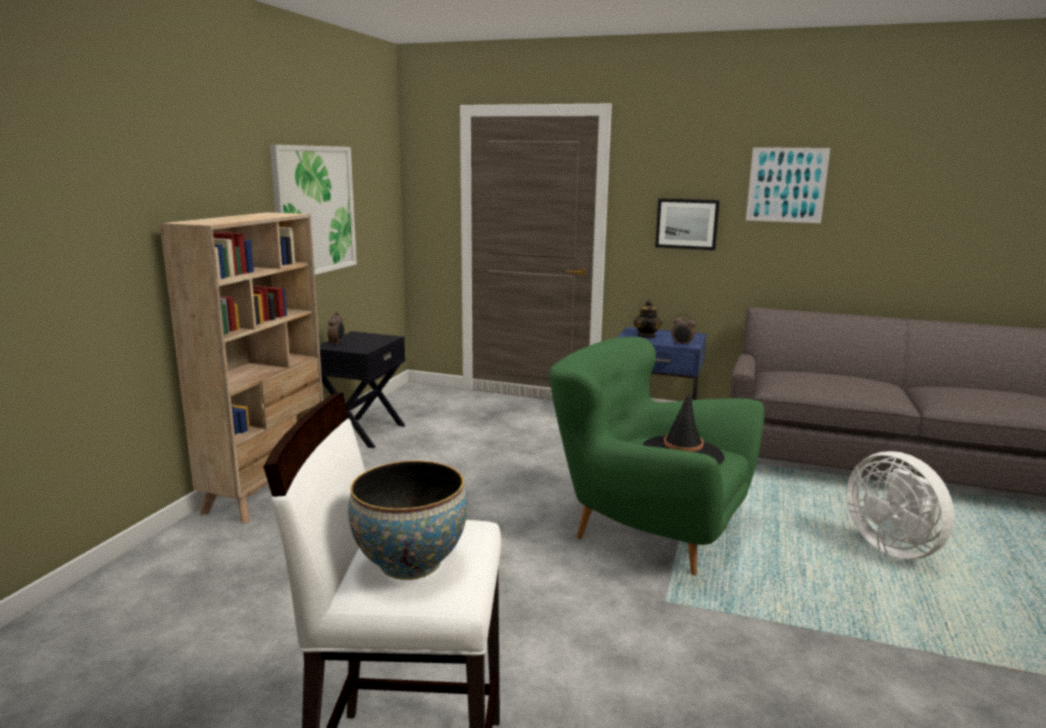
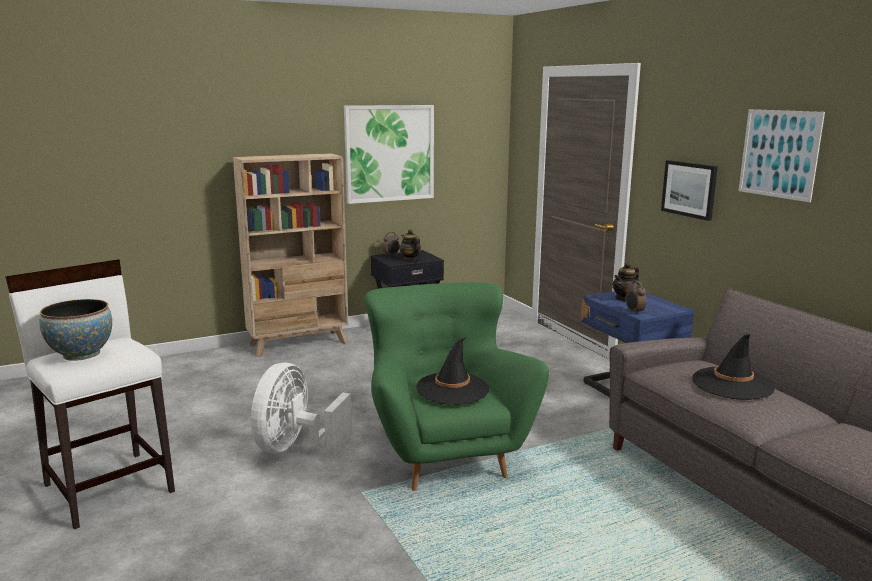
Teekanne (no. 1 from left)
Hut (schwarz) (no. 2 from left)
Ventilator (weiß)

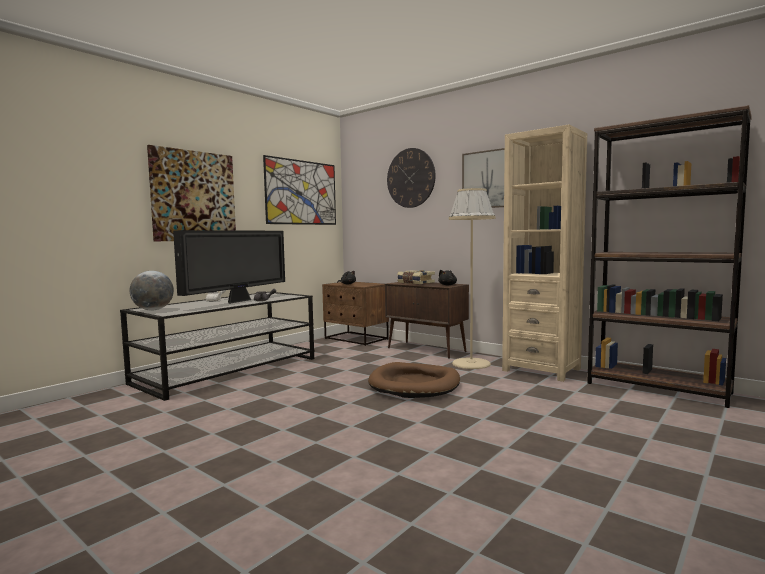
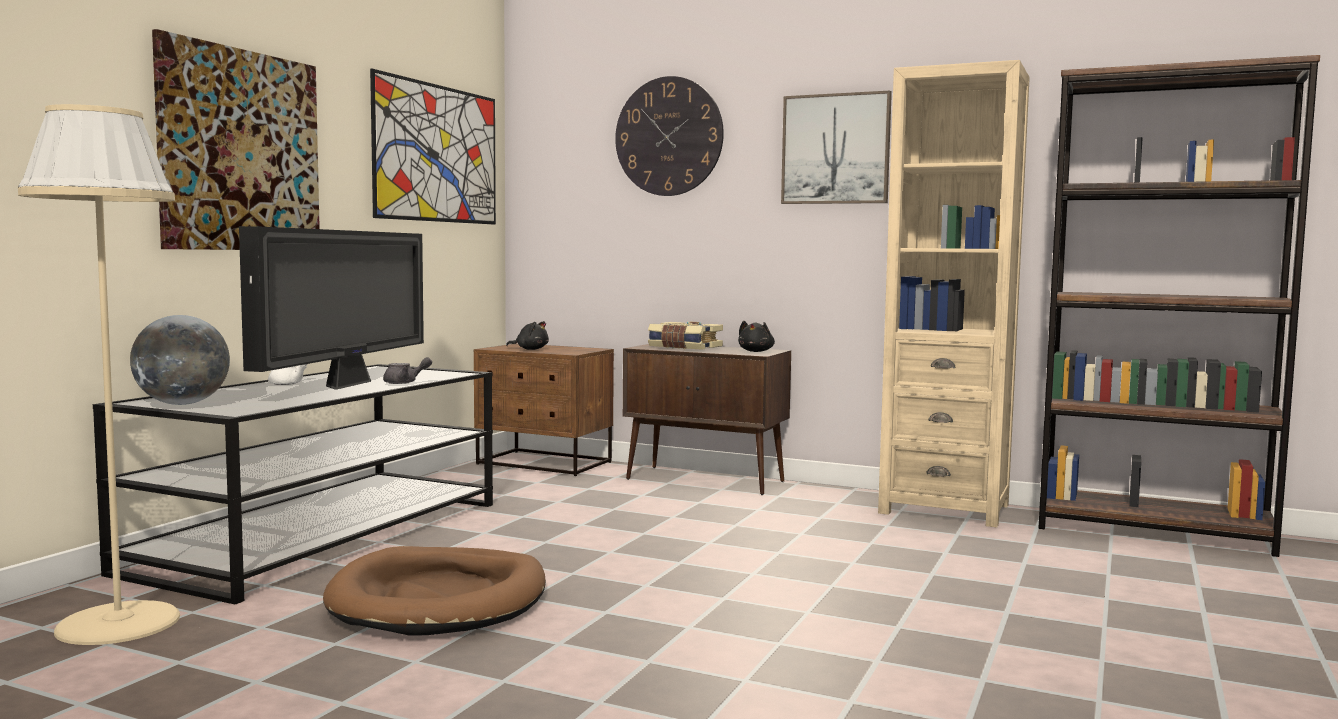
Hundebett (braun)
Stehlampe (beige)

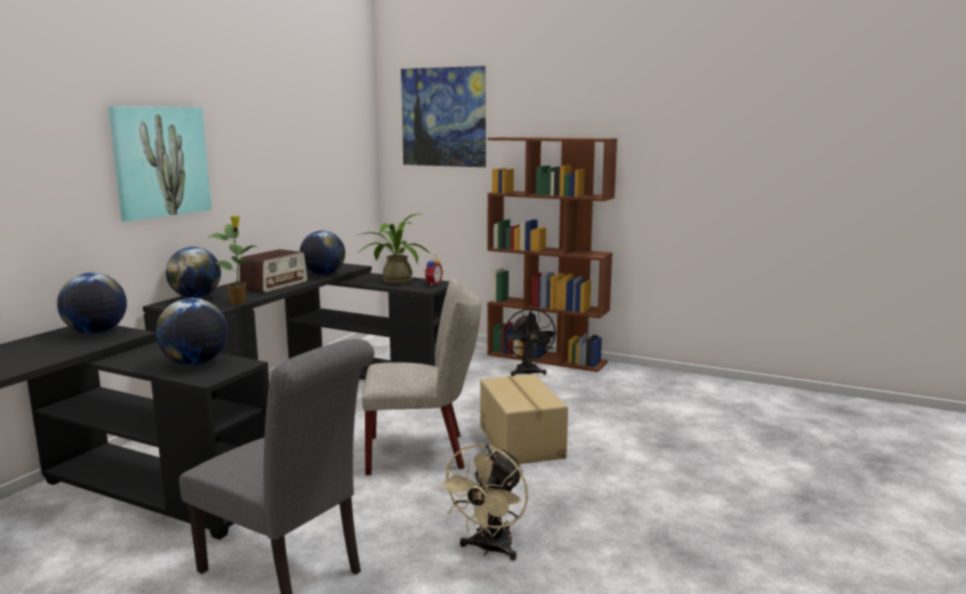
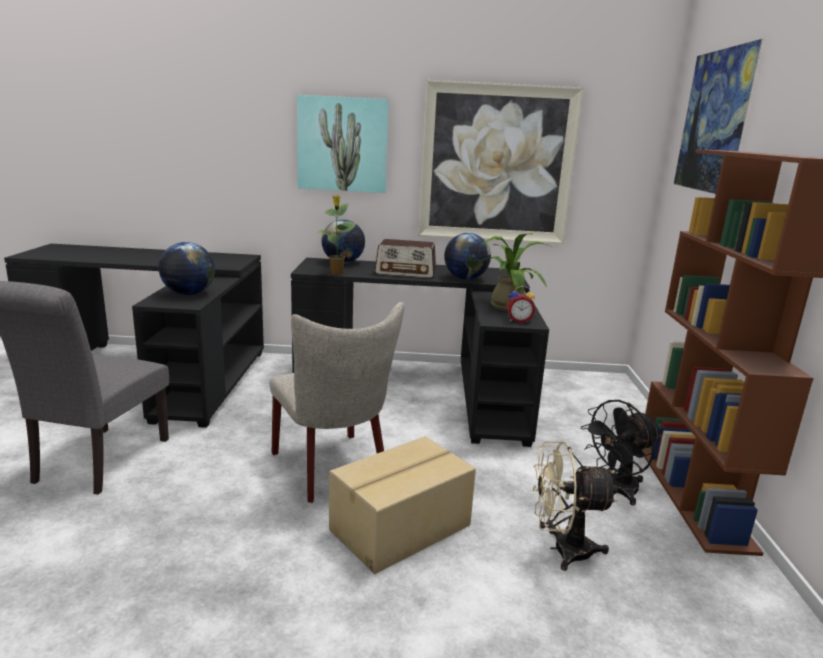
Globus (no. 1 from left in the first image)
Bild (no. 2 from left)
Ventilator (beige)

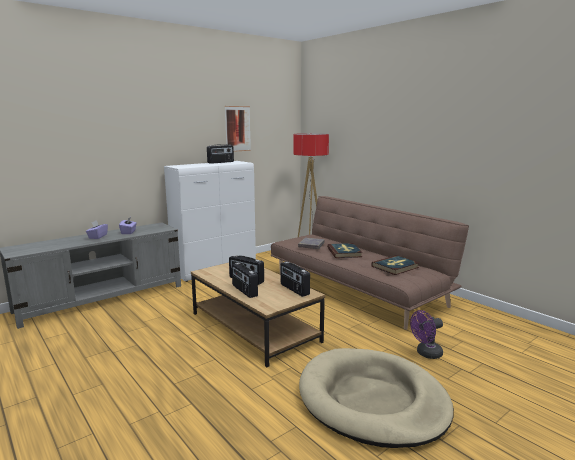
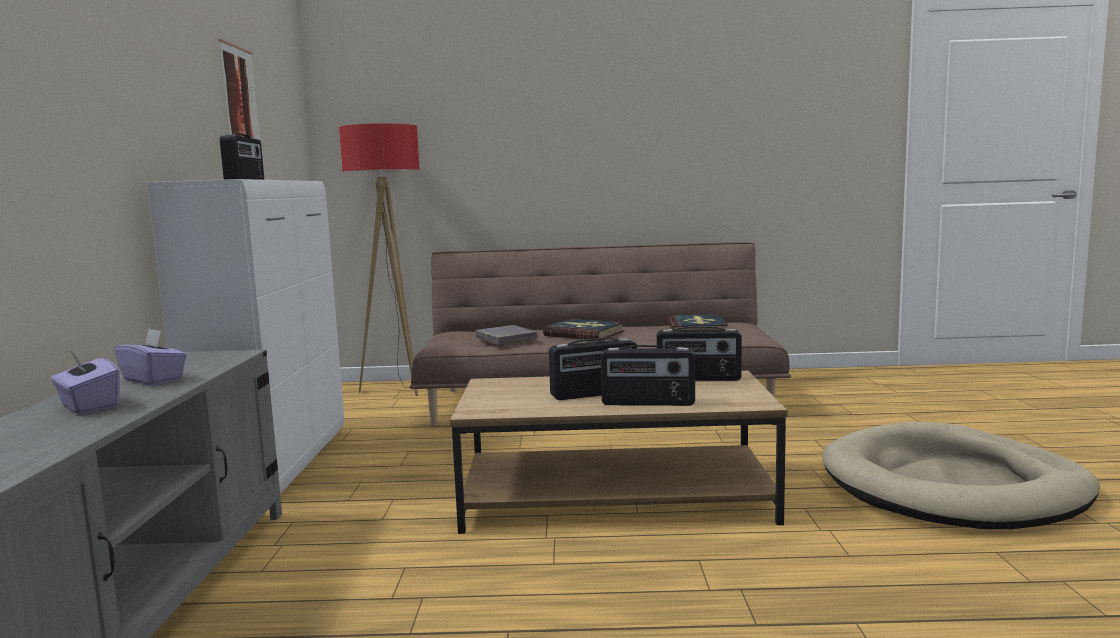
Ventilator (lila)

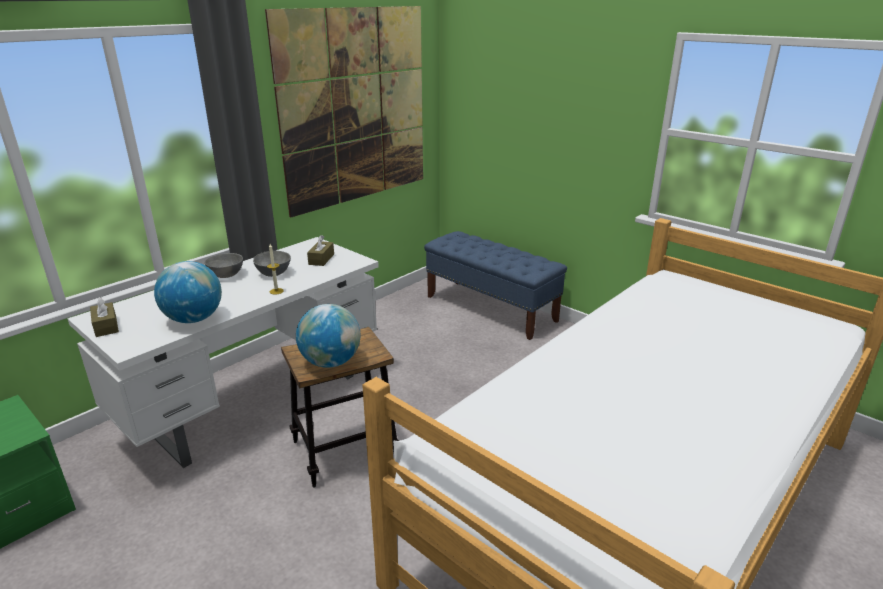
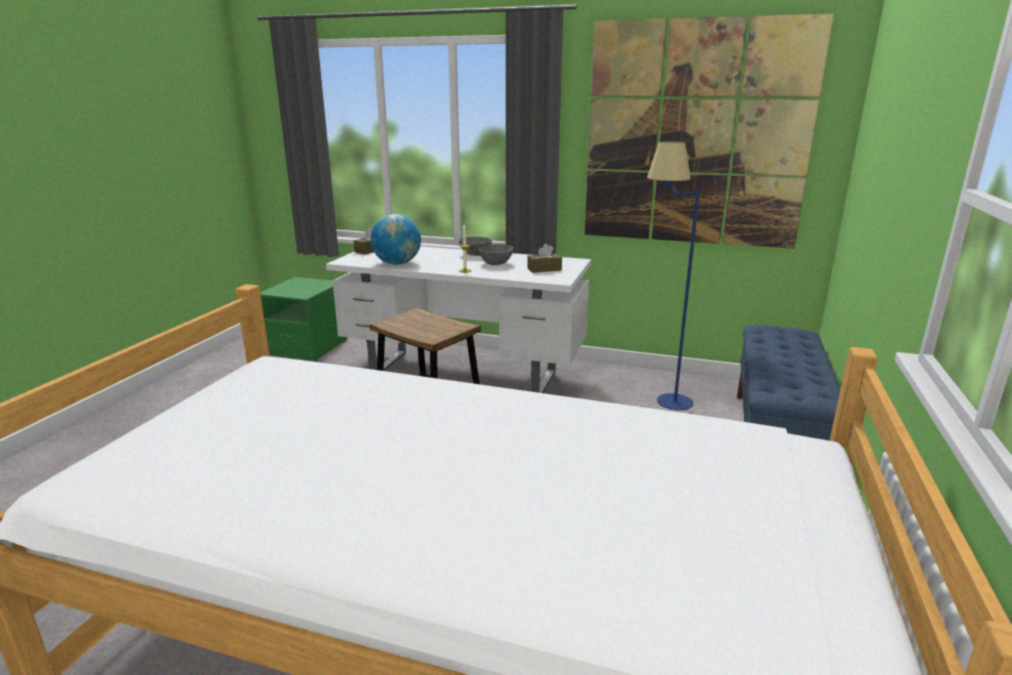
Globus (no. 2 from left in the first image)
Stehlampe (blau)

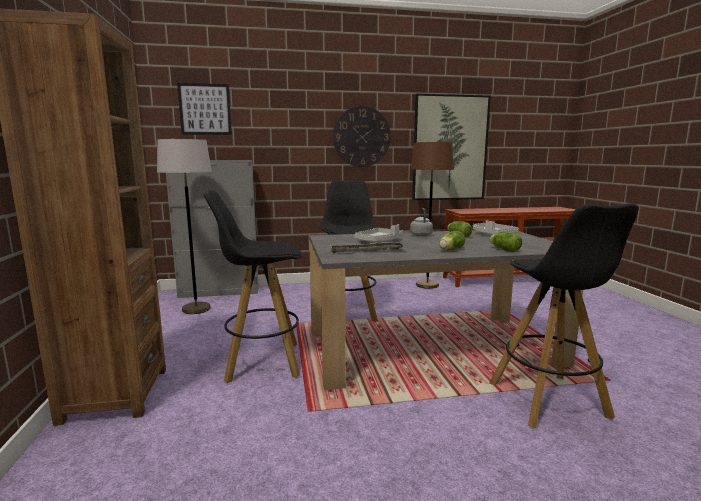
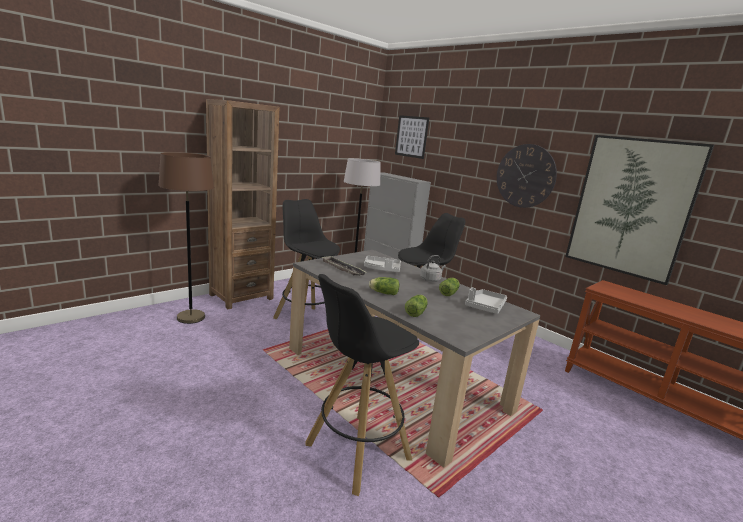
Stehlampe (braun)

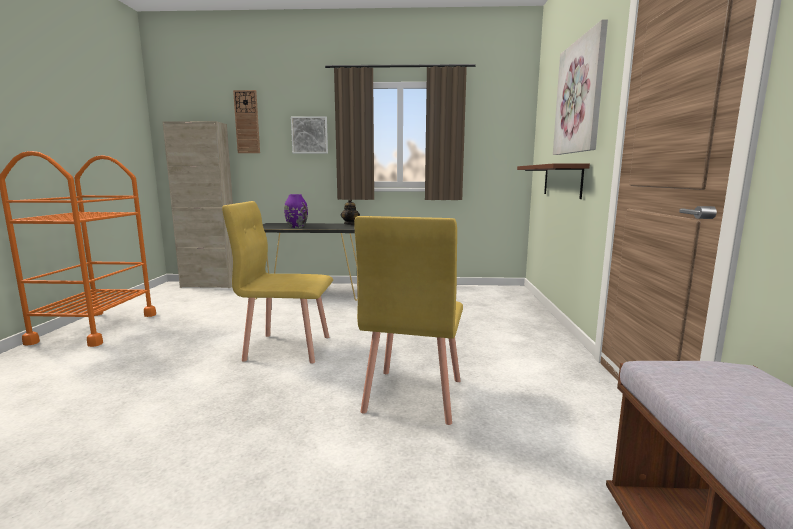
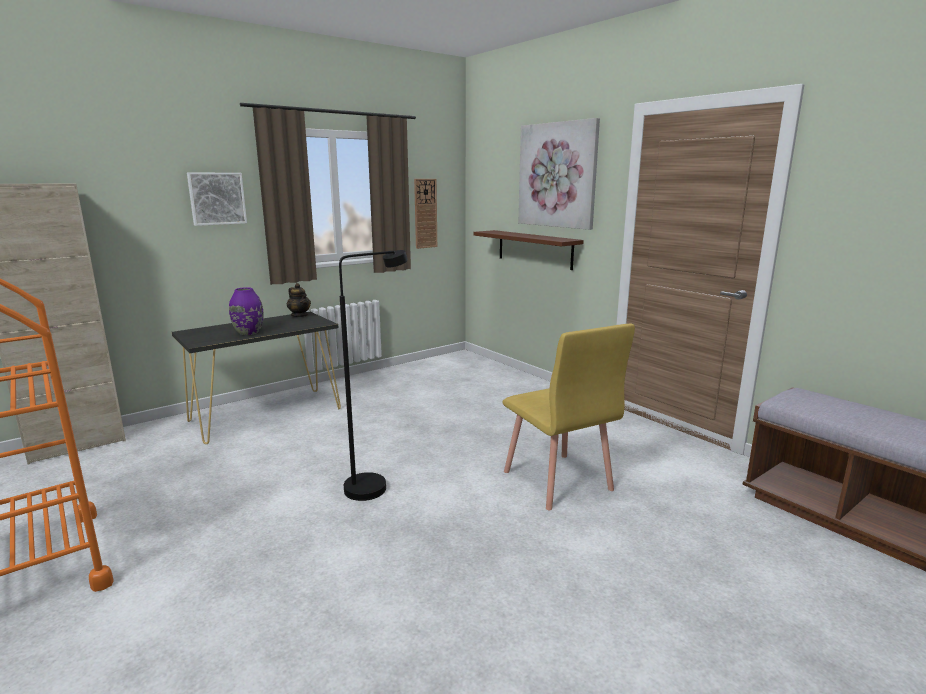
Wanduhr
Stehlampe (schwarz)

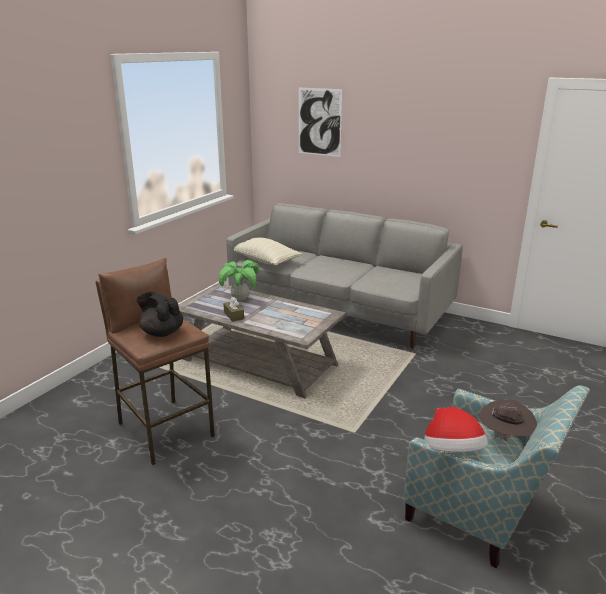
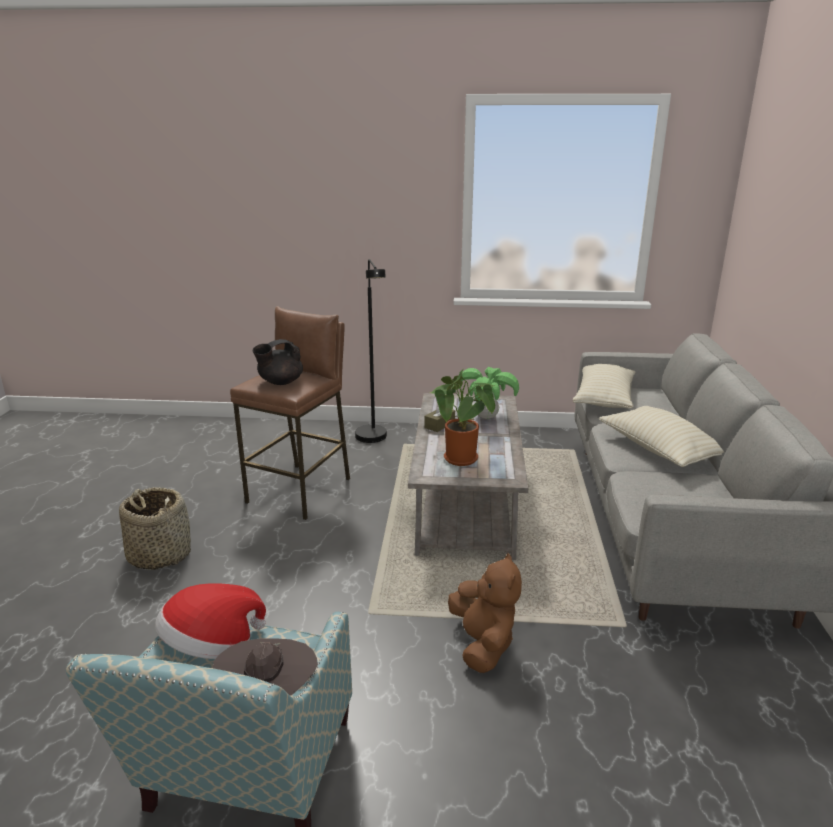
Bild
Korb
Stehlampe (schwarz)
Topfpflanze (no. 1 from left)
Plüschtier (braun)
Kissen (beige) (no. 2 from left)
Teekanne (schwarz)

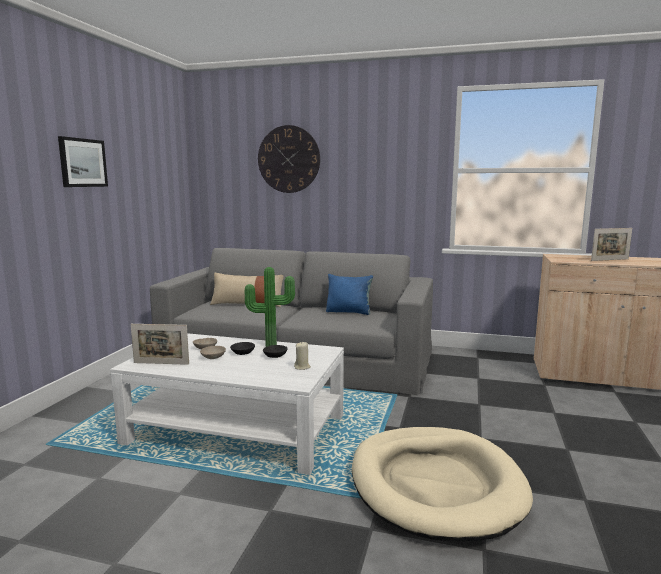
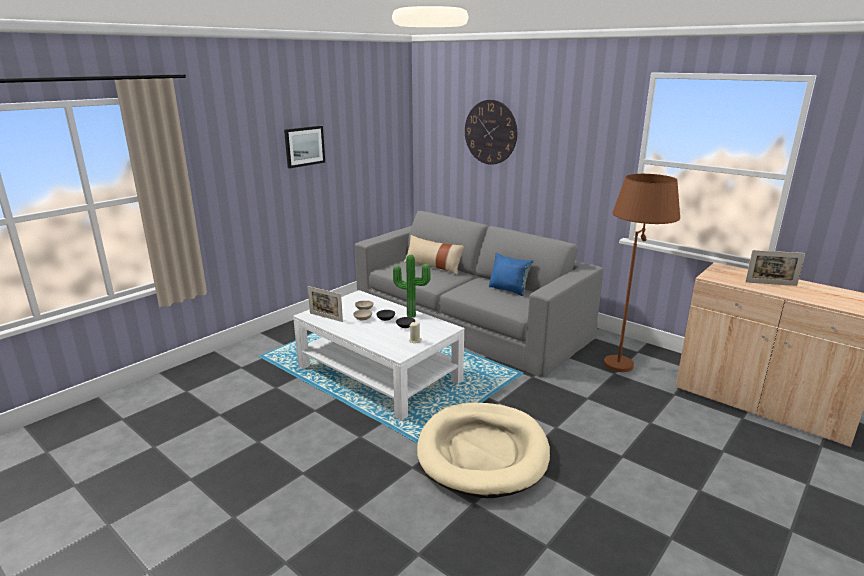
Stehlampe (braun)

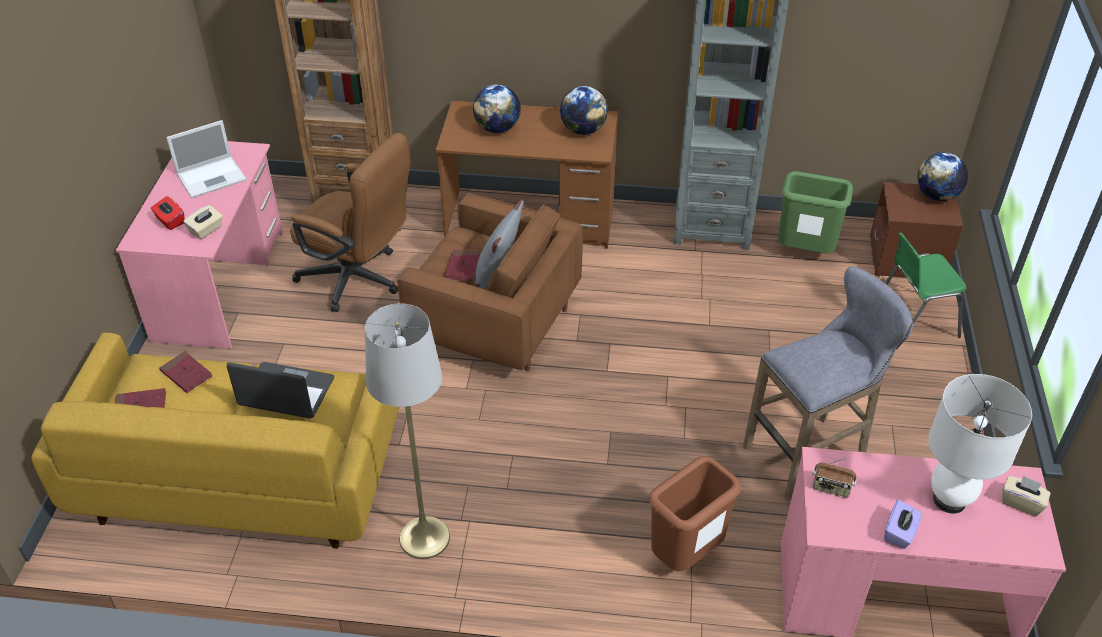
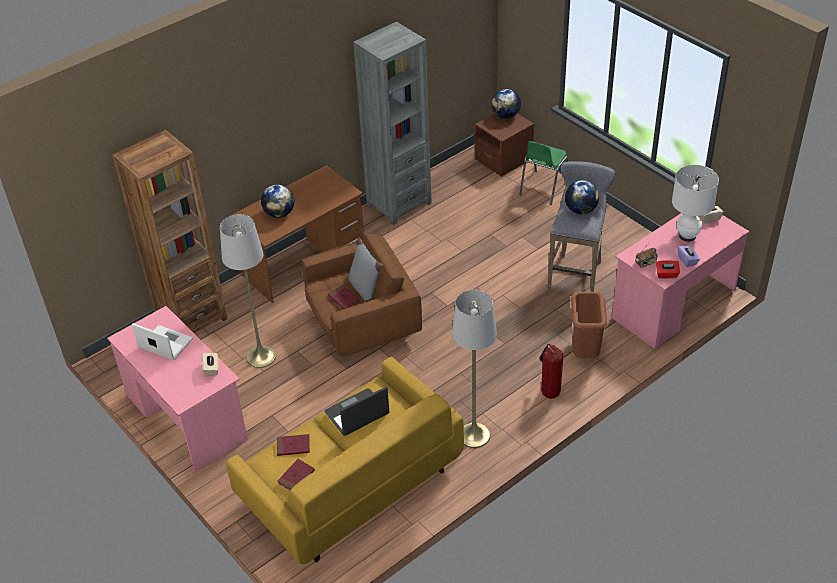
Mülleimer (grün)
Feuerlöscher
Taschentuchbox (rot)
Globus (no. 3 from left)
Stehlampe (grau) (no. 1 from left)
Laptop (no. 1 from left)

